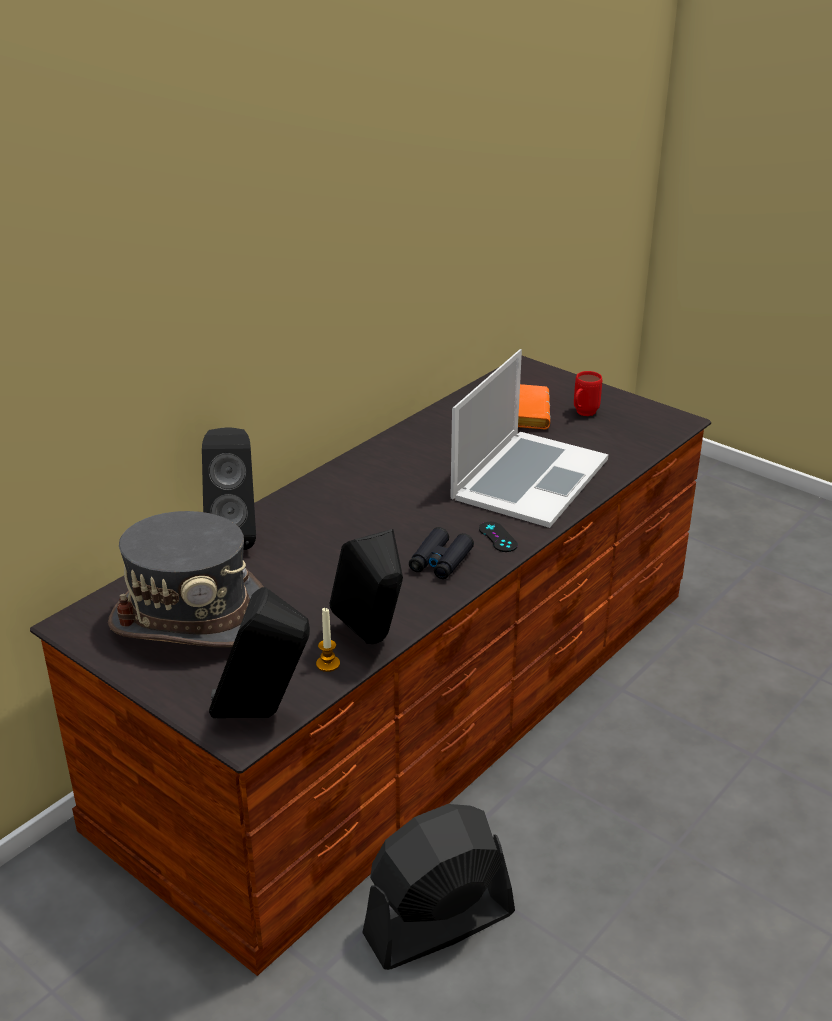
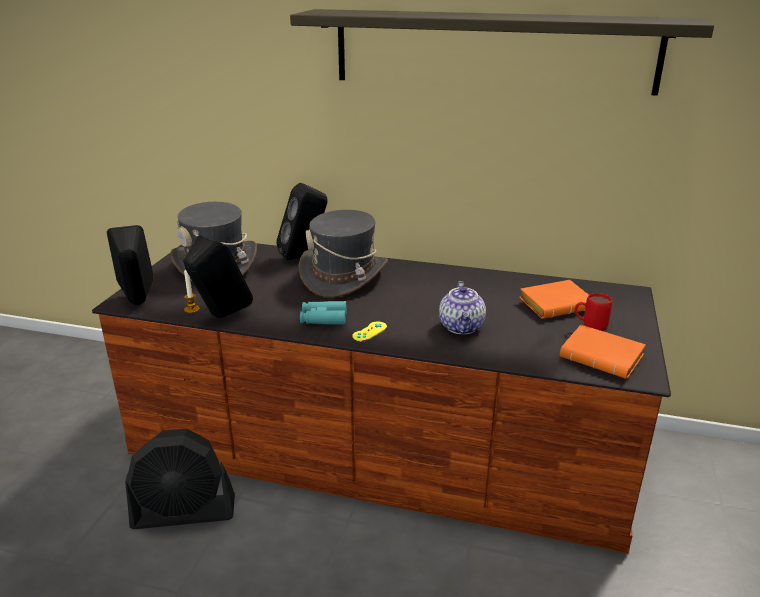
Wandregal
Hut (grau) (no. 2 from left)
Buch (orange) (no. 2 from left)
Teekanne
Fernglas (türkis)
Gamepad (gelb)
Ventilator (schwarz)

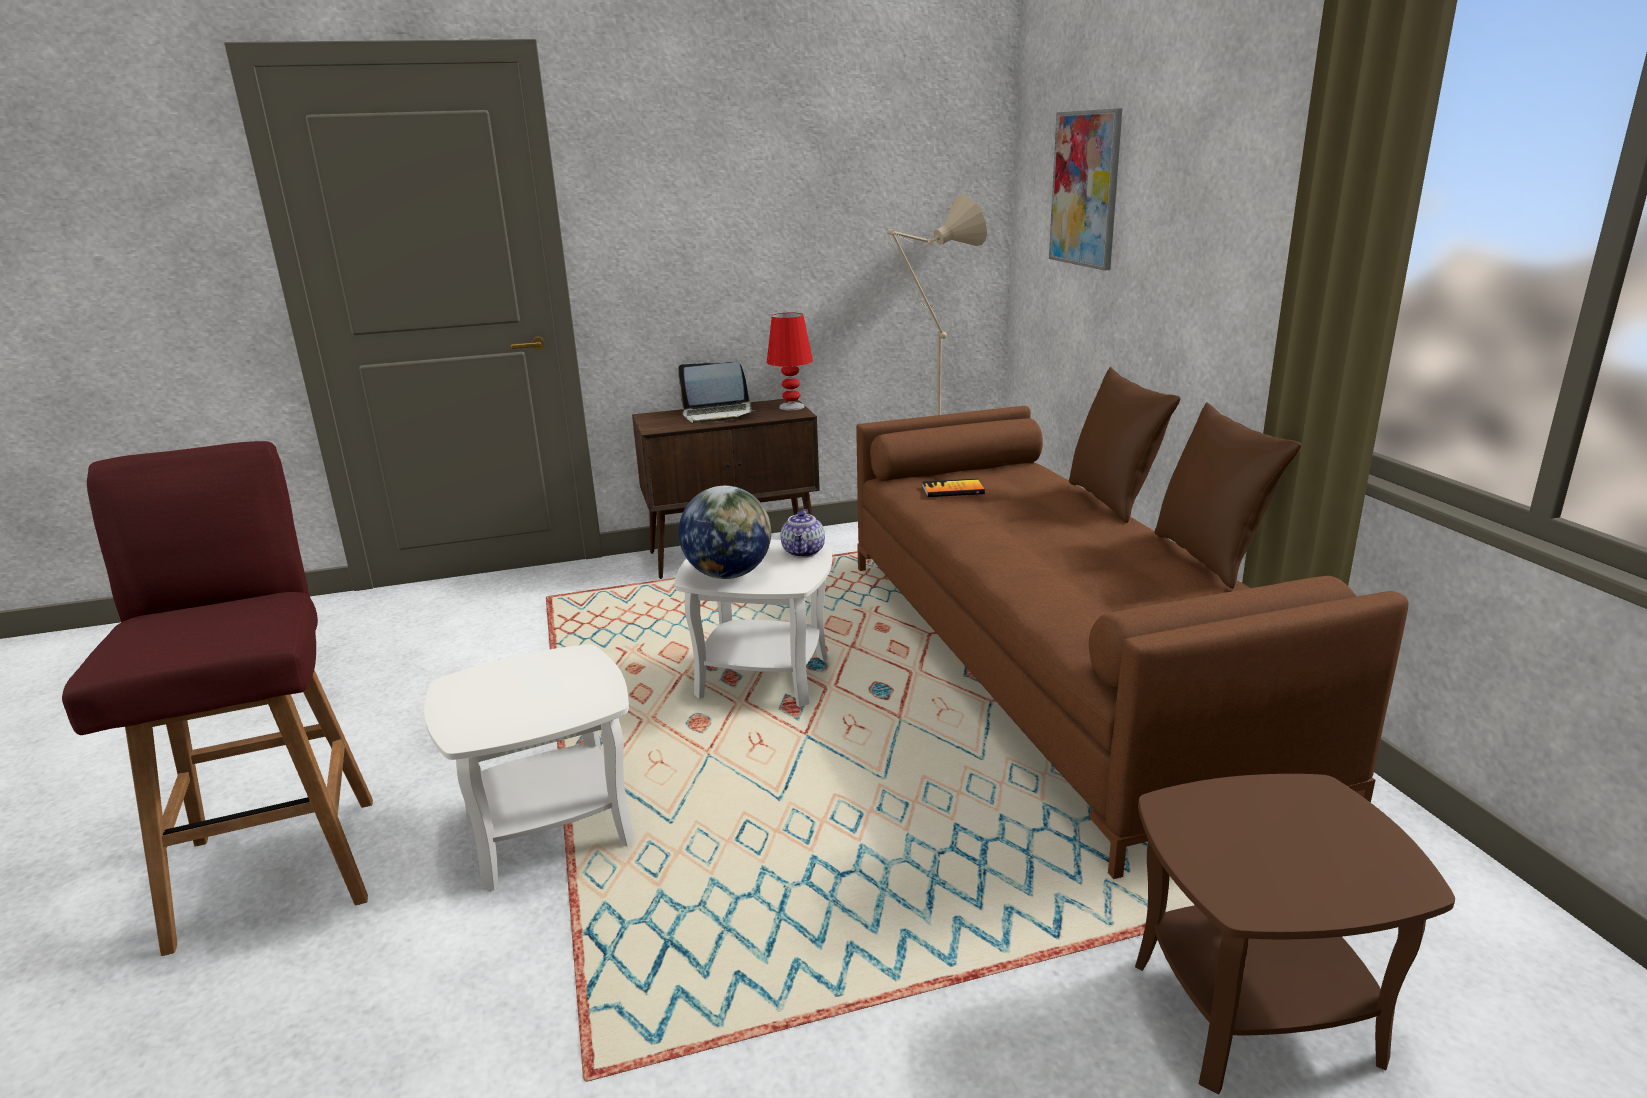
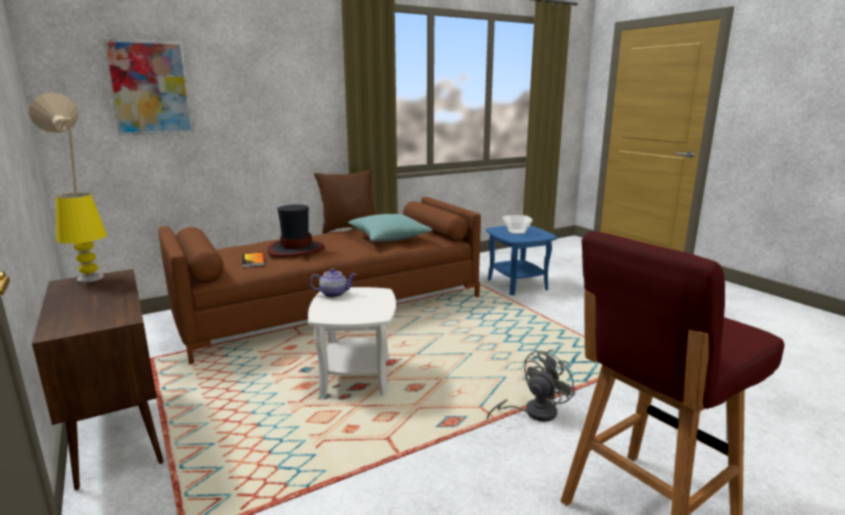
Laptop
Globus
Kissen (braun) (no. 1 from left in the first image)
Hut
Kissen (türkis)
Schüssel
Ventilator (grau)
Tischlampe (gelb)
Beistelltisch (blau)

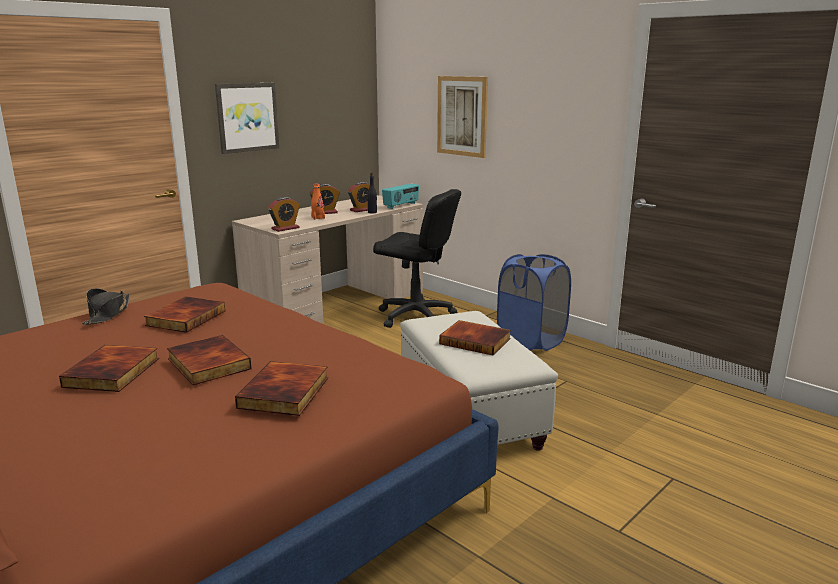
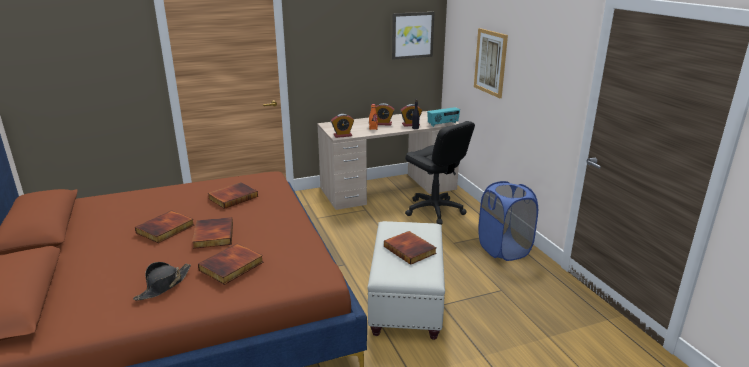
Hut (schwarz)
Bild (no. 1 from left)

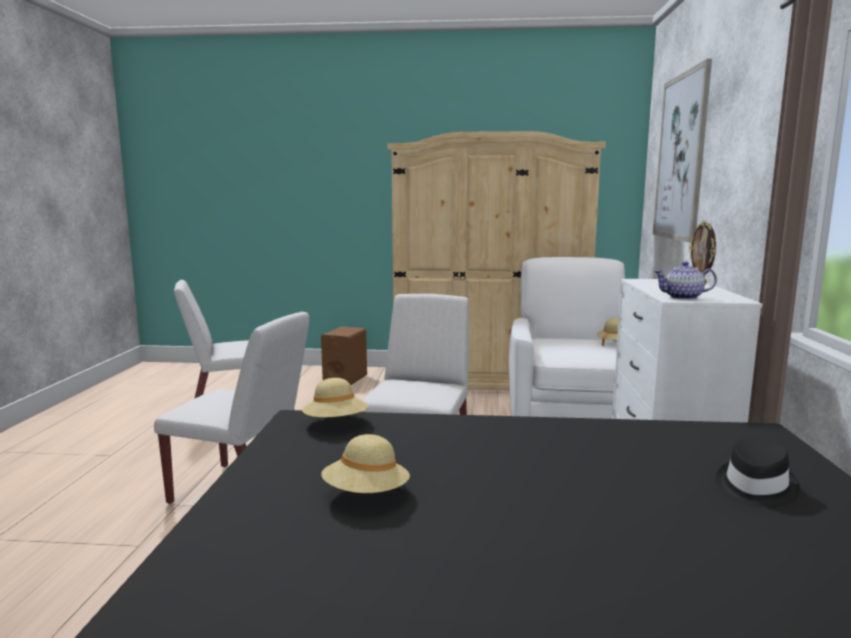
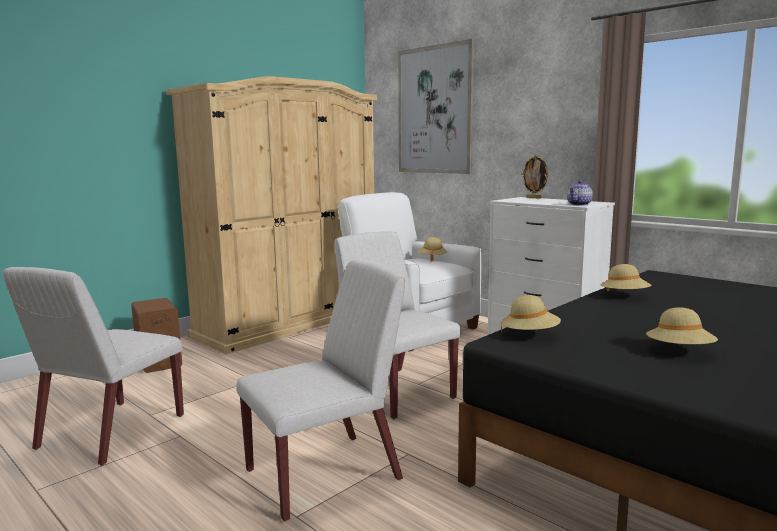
Hut (schwarz)
Hut (beige) (no. 3 from left)

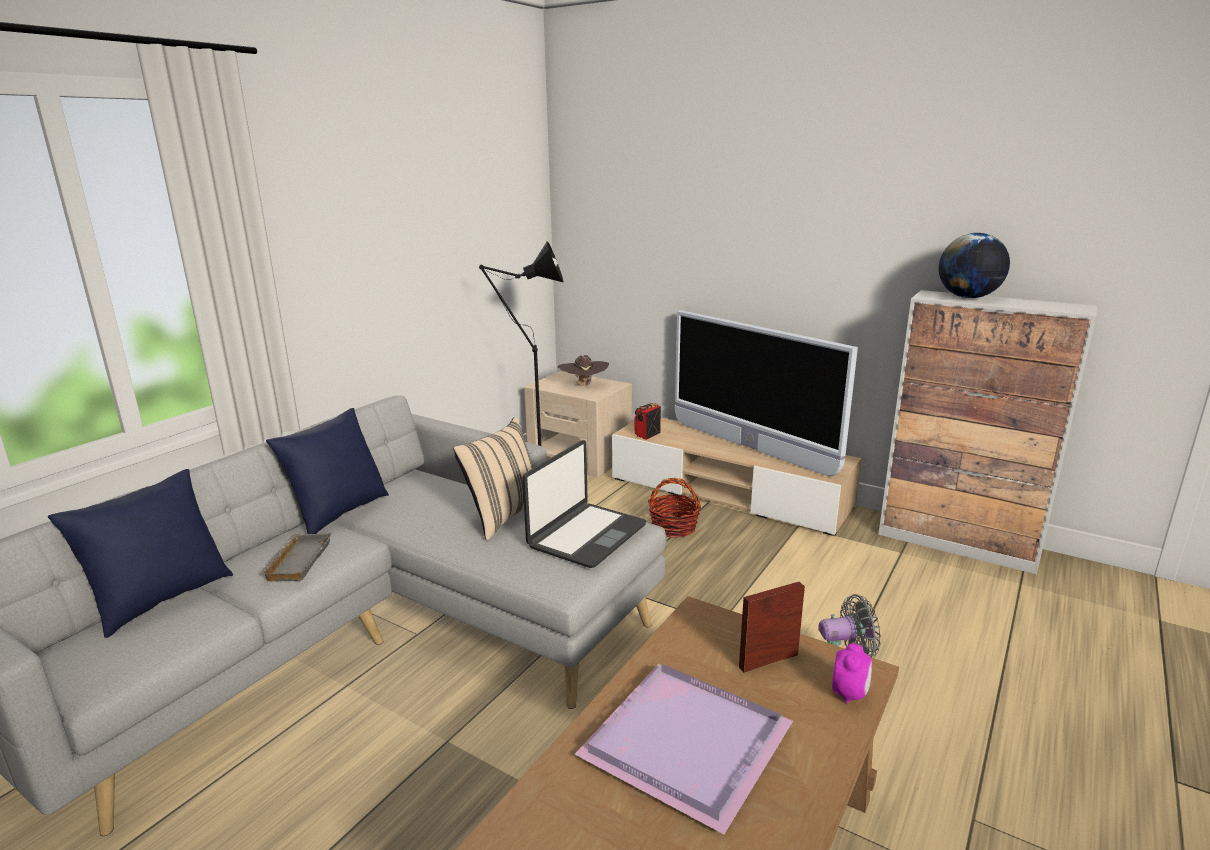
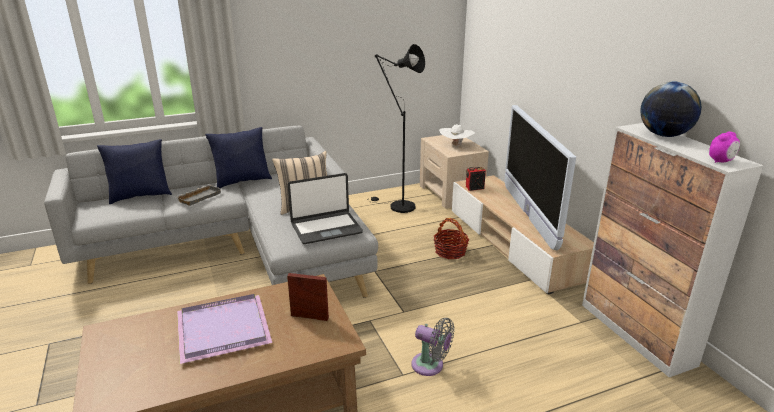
Wecker
Hut (weiß)

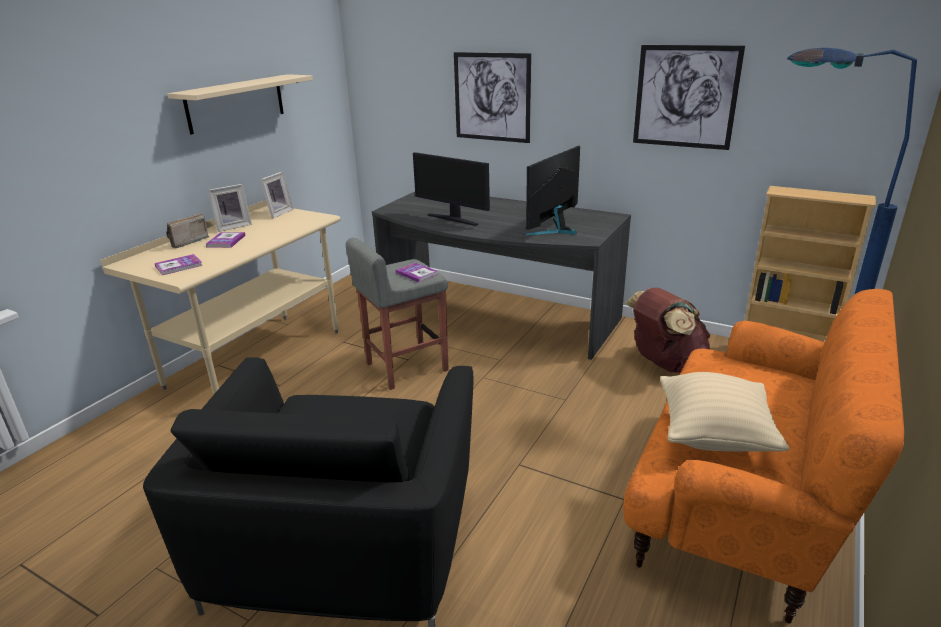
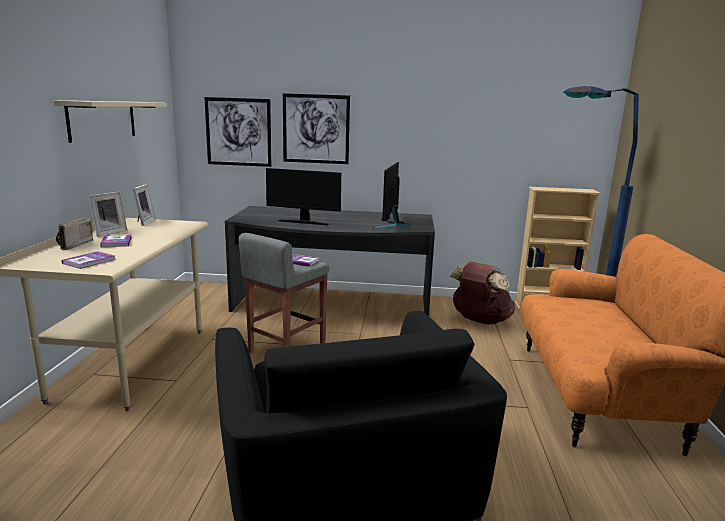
Kissen (beige)
Bild (no. 1 from left)

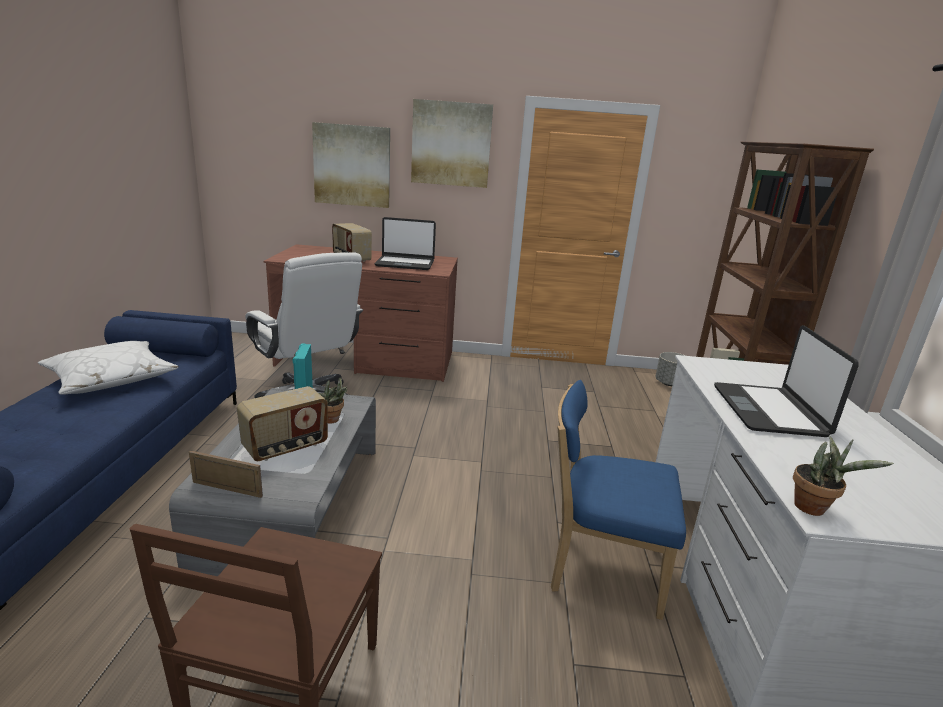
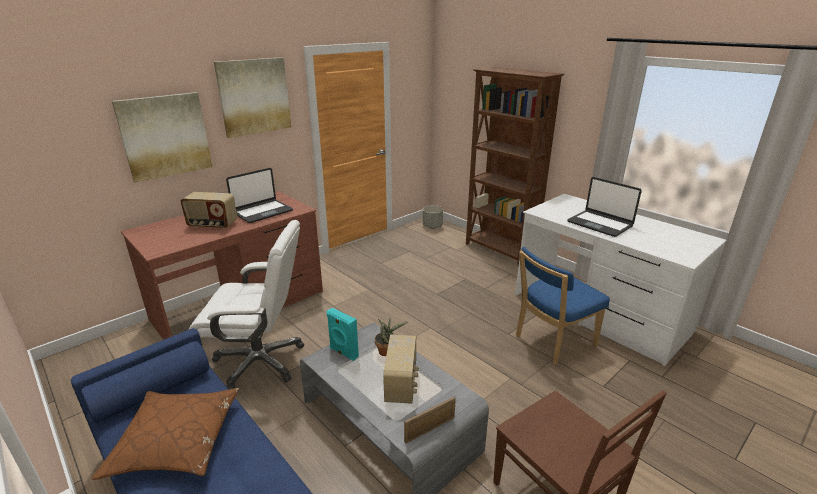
Topfpflanze (no. 2 from left in the first image)
Kissen (braun)

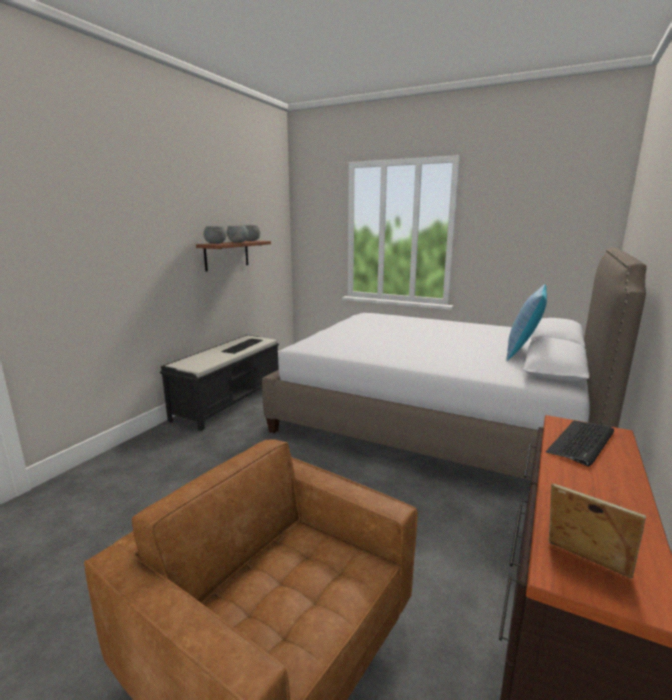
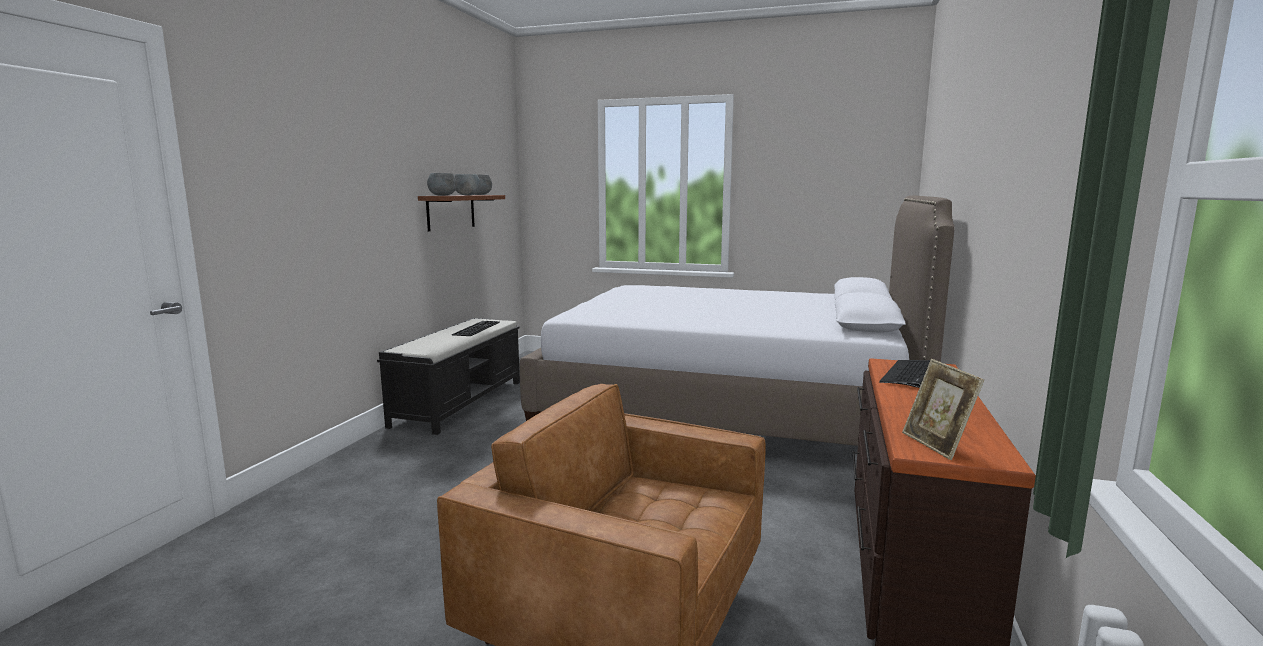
Kissen
Bilderrahmen

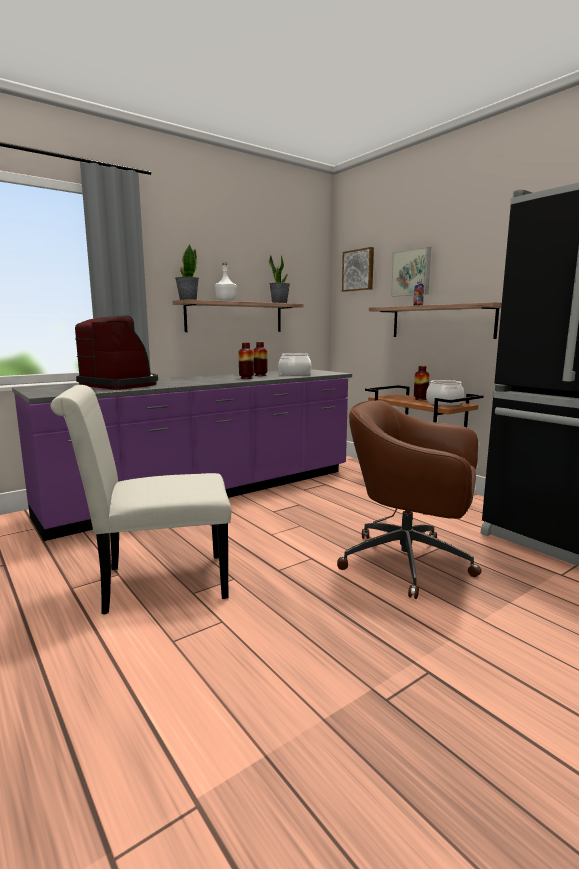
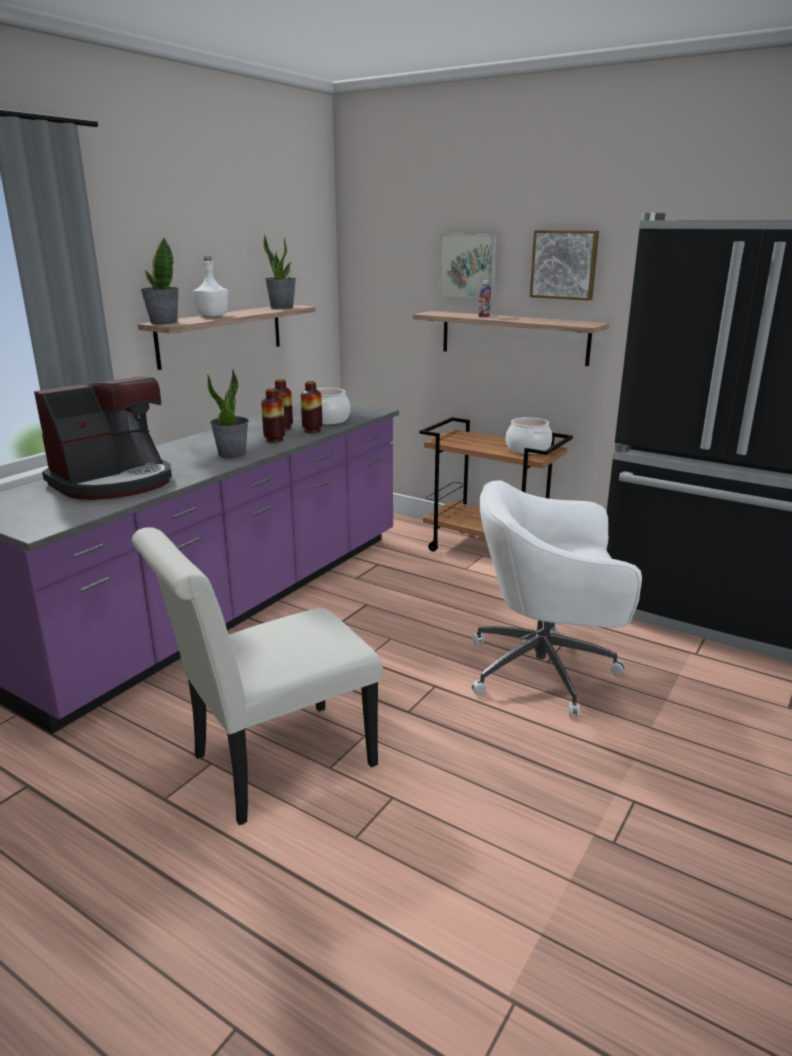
Topfpflanze (no. 2 from left)
Bild (no. 2 from left)
Vase (no. 3 from left)
Bürostuhl (weiß)
Kaffeemaschine

